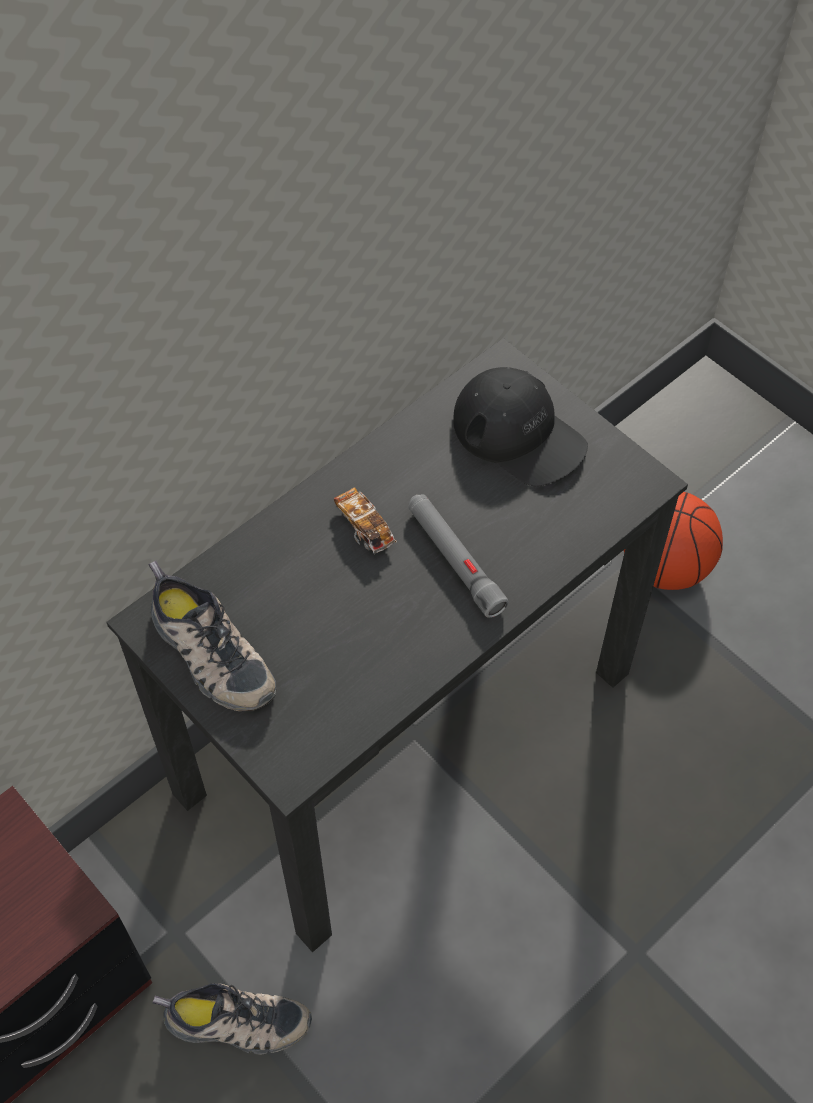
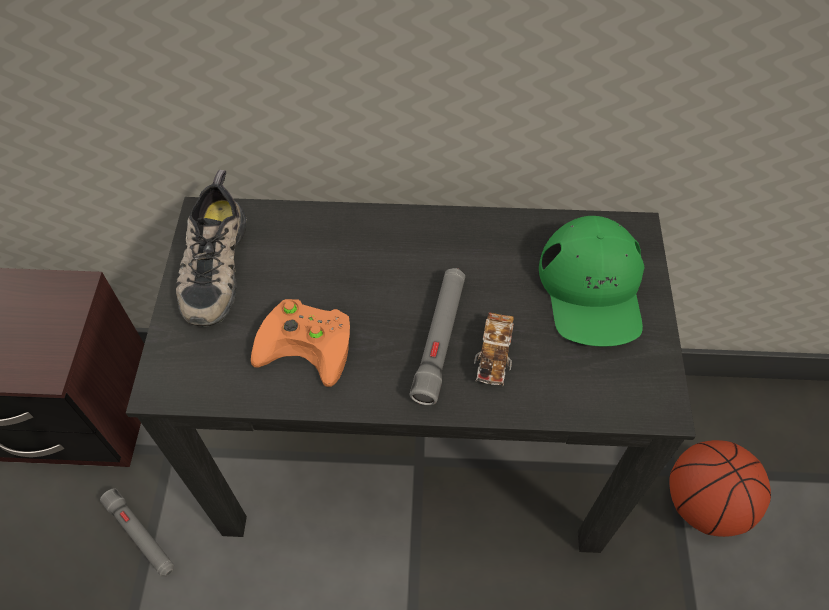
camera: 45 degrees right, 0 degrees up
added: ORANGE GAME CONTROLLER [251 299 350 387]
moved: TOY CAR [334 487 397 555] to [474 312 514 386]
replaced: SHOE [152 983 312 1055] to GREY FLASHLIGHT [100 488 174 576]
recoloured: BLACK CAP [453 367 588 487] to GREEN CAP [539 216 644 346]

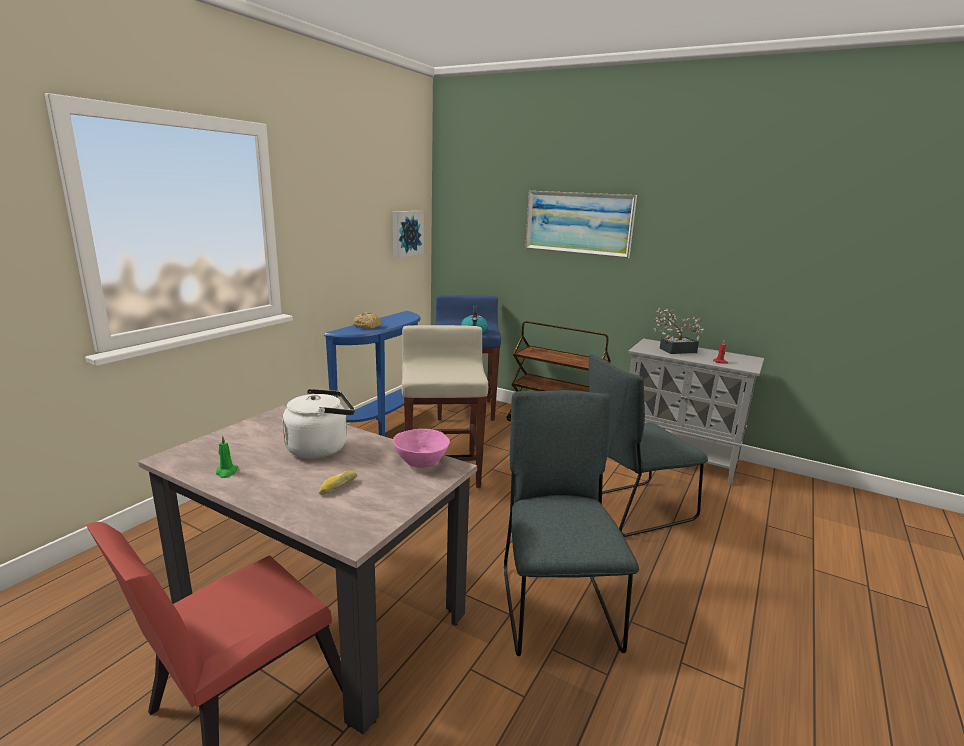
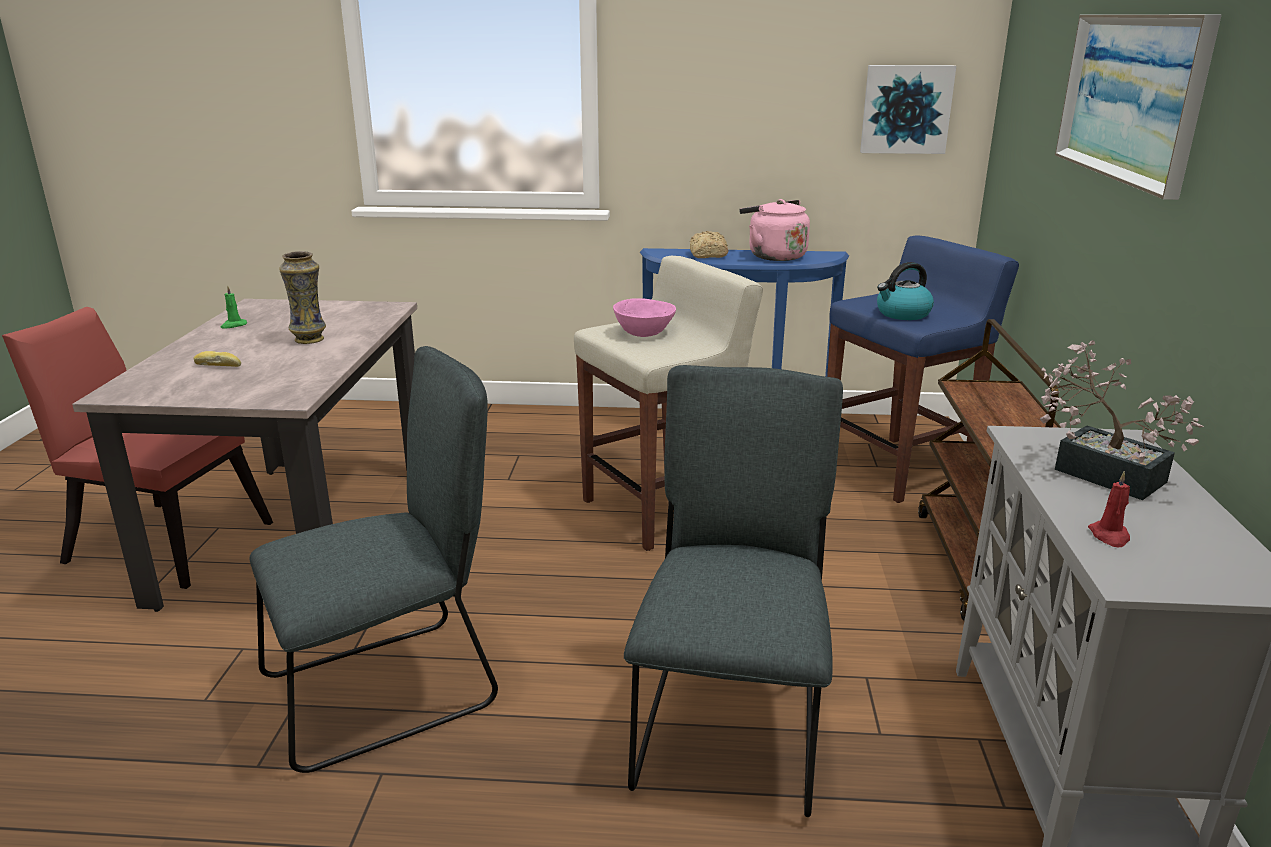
camera: 65 degrees right, 5 degrees up
added: PINK KETTLE [739 199 810 261]
moved: PINK BOWL [393 429 450 468] to [613 298 676 337]
replaced: WHITE KETTLE [283 389 355 459] to VASE [279 251 326 344]
turned: GREY CHAIR [589 354 708 537] = [624 365 843 817] 60 degrees clockwise

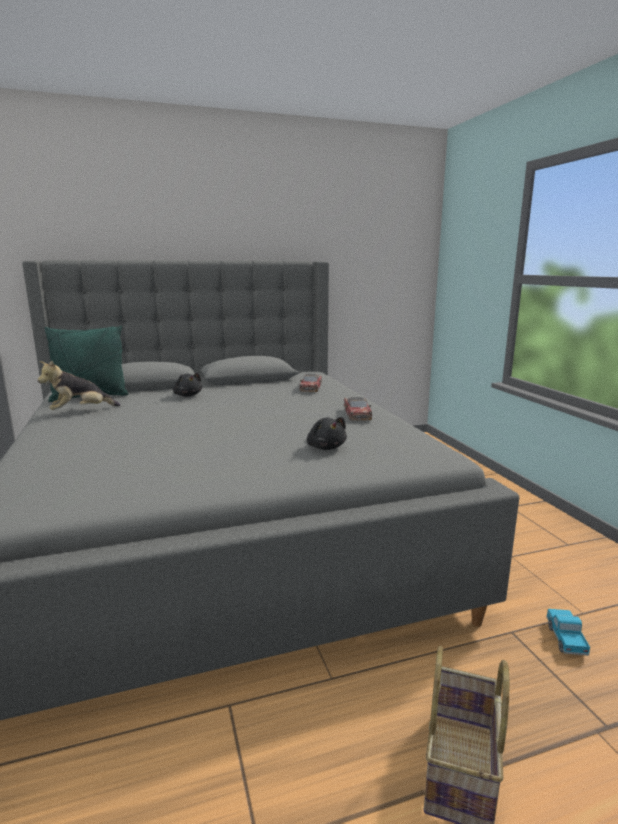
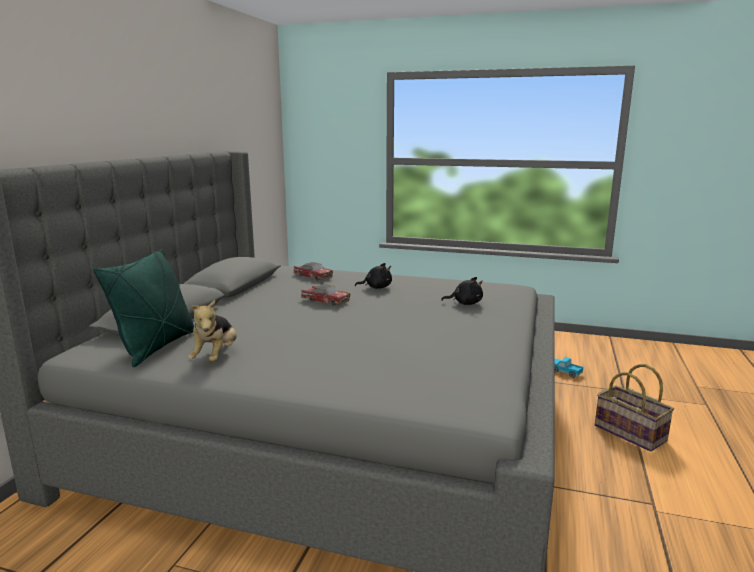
camera: 55 degrees left, 0 degrees up
moved: BLACK PLUSH TOY [173 373 202 397] to [355 263 392 289]; TOY CAR [344 397 372 421] to [301 284 351 306]

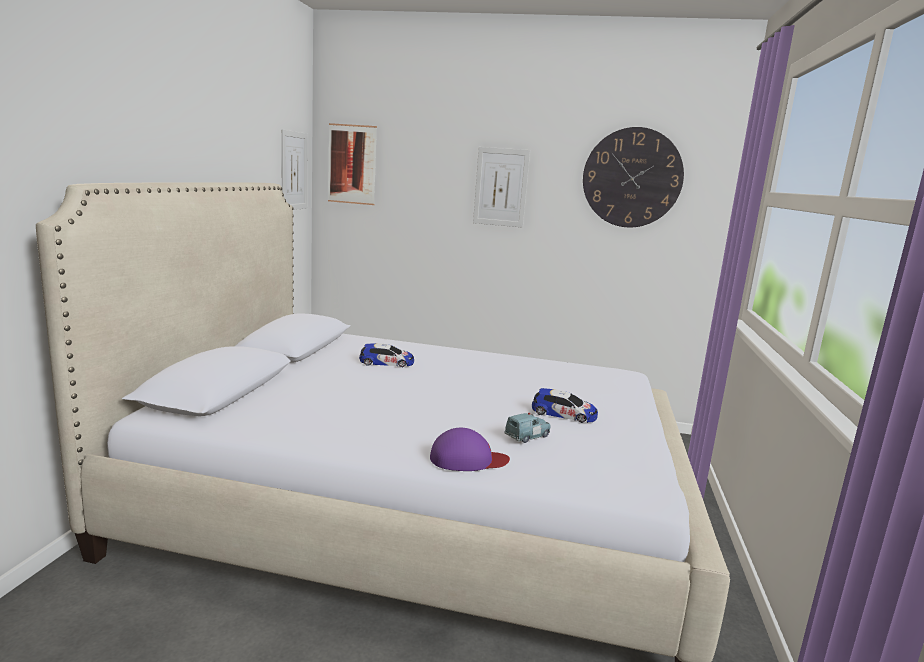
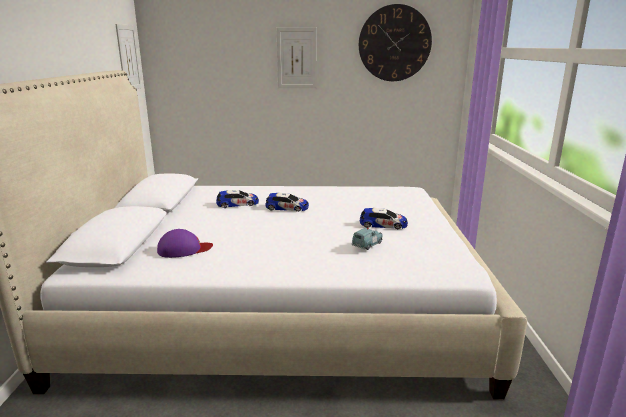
camera: 10 degrees left, 5 degrees up
removed: PICTURE [328 123 377 205]
added: TOY CAR [265 193 309 212]
moved: PURPLE CAP [430 428 510 471] to [157 229 213 258]

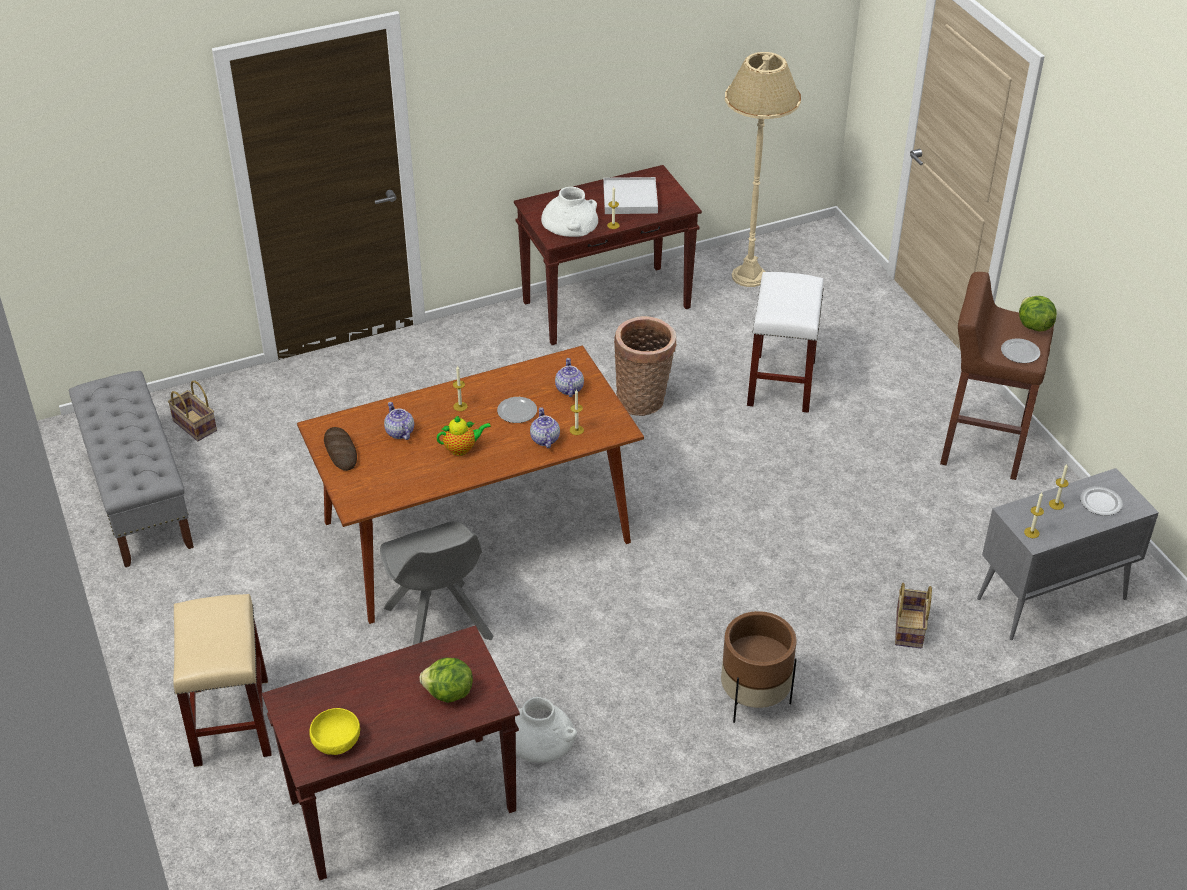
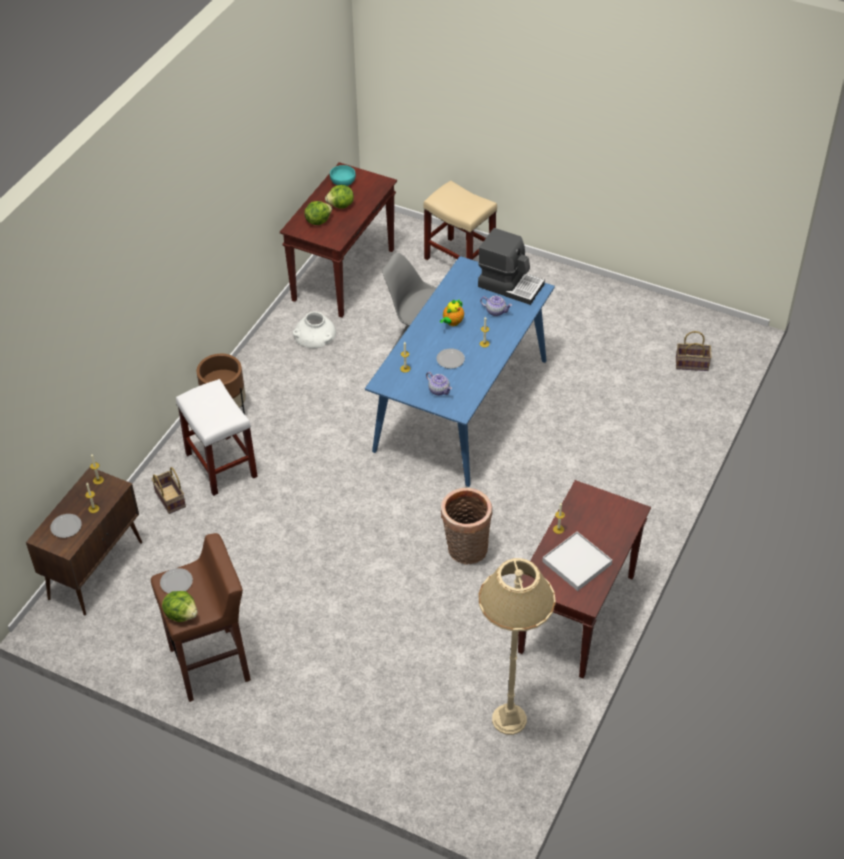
camera: 140 degrees right, 5 degrees up
removed: WHITE VASE [541 187 598 237]; GREY BENCH [69 371 194 567]; TEAPOT [530 407 560 448]
added: LETTUCE [325 185 354 209]
moved: WHITE STOOL [747 272 824 413] to [176 379 258 496]
replaced: BREAD [324 427 357 471] to COFFEE MACHINE [478 228 545 305]
recoloured: BROWN DINING TABLE [297 346 644 624] to BLUE DINING TABLE [365 256 555 487]; GREY CABINET [977 468 1159 640] to BROWN CABINET [26 467 142 616]; YELLOW BOWL [309 708 360 755] to TURQUOISE BOWL [330 165 356 186]

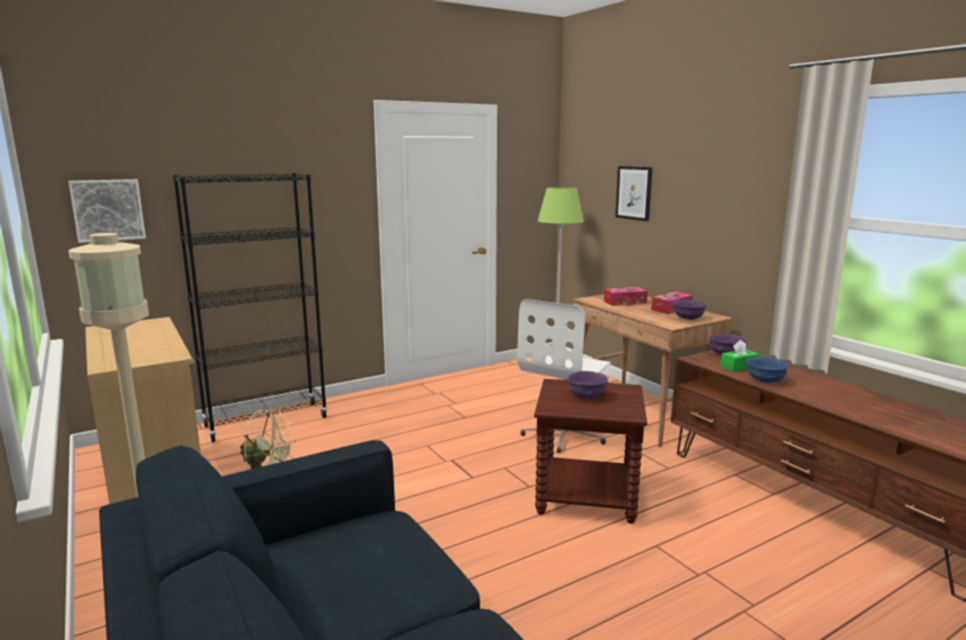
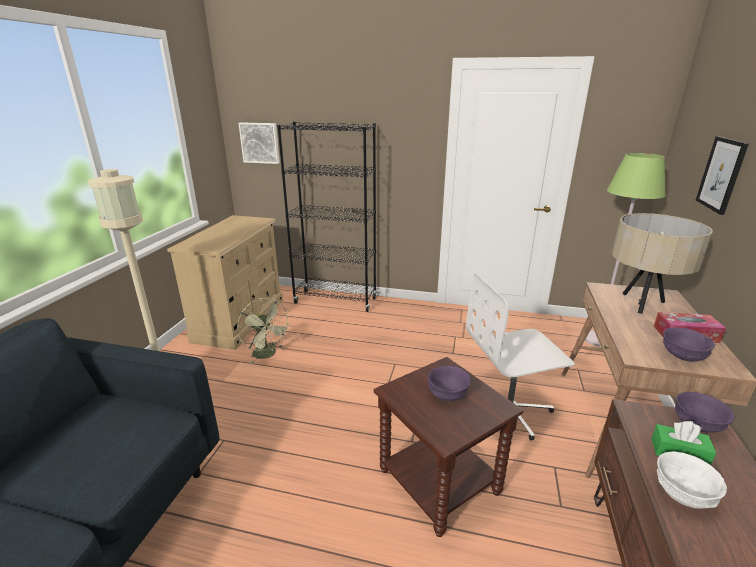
camera: 45 degrees right, 10 degrees up
replaced: TISSUE BOX [604 287 648 306] to BEIGE TABLE LAMP [612 213 713 314]
recoloured: BLUE BOWL [746 357 789 383] to WHITE BOWL [657 451 727 509]

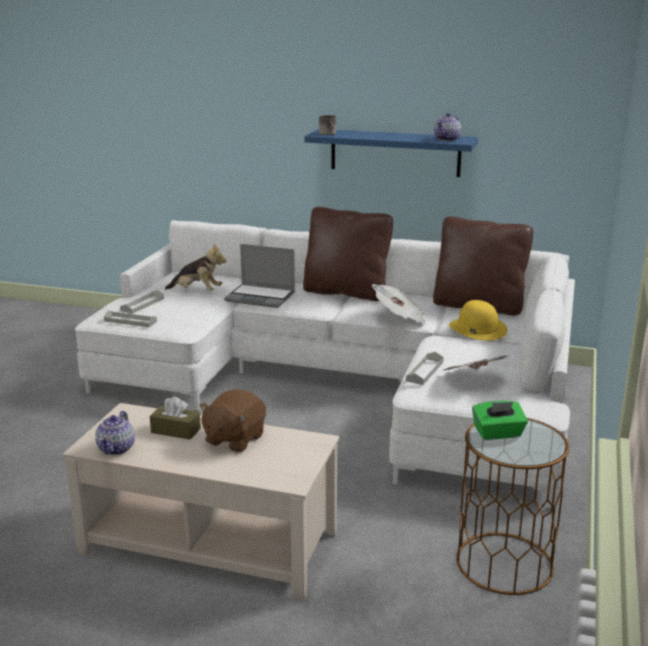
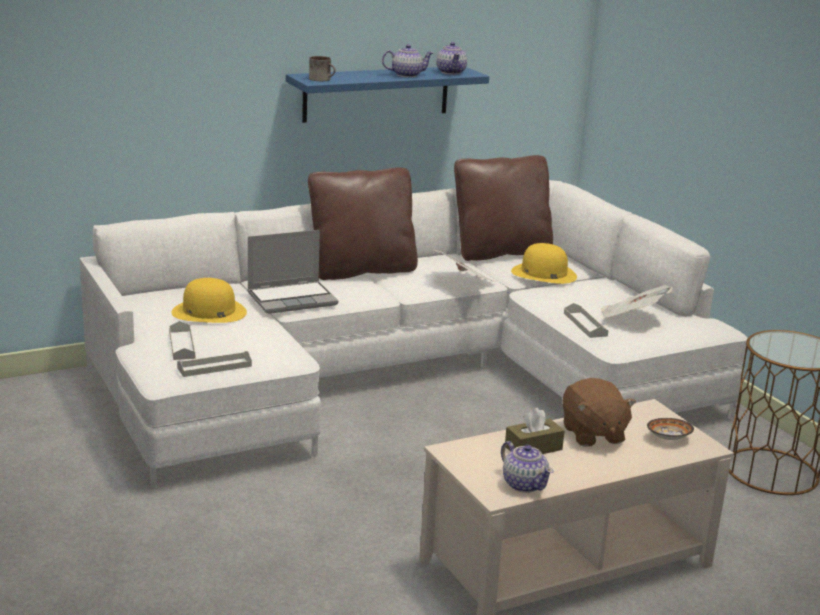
camera: 45 degrees left, 0 degrees up
removed: GREEN TISSUE BOX [472 401 528 440]
added: TEAPOT [382 44 433 77]; BOWL [647 418 694 440]
replaced: PLUSH TOY [165 243 227 290] to YELLOW HAT [171 278 247 323]

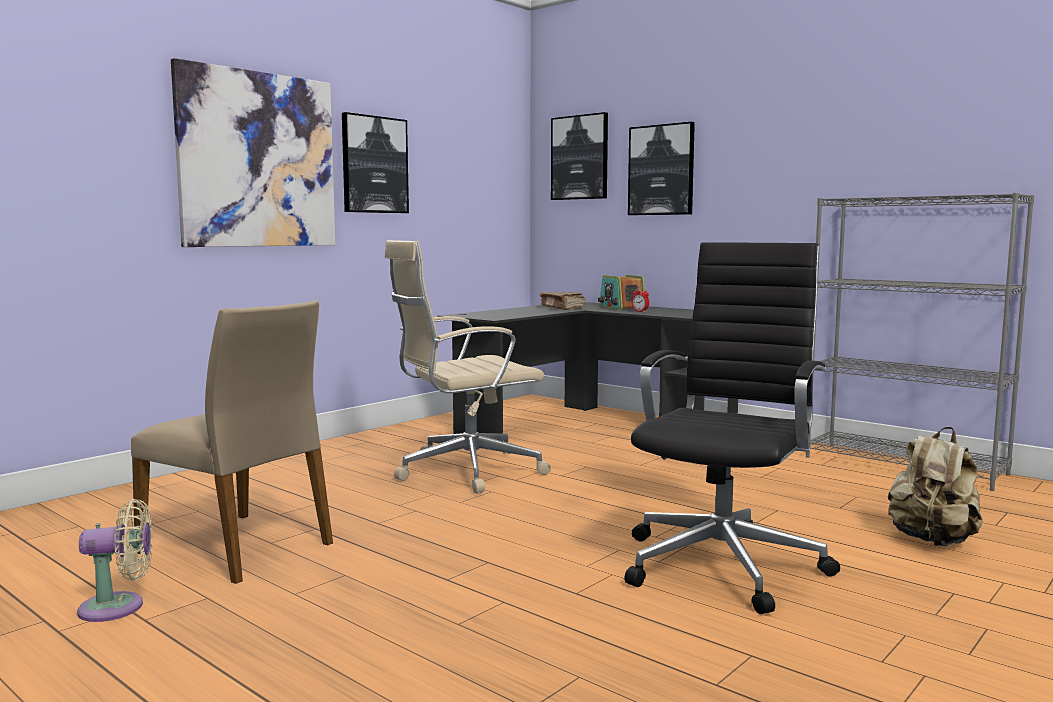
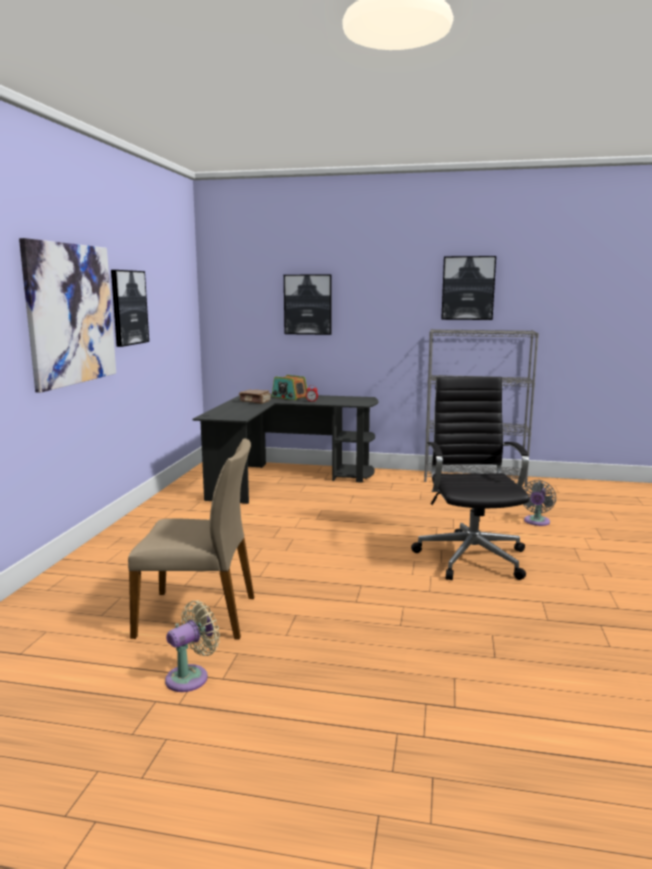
camera: 30 degrees left, 5 degrees up
removed: BEIGE OFFICE CHAIR [385 240 551 493]
moved: PICTURE [551 112 608 200] to [441 256 496 320]
replaced: BEIGE BACKPACK [888 427 983 546] to GREY FAN [523 480 556 526]

